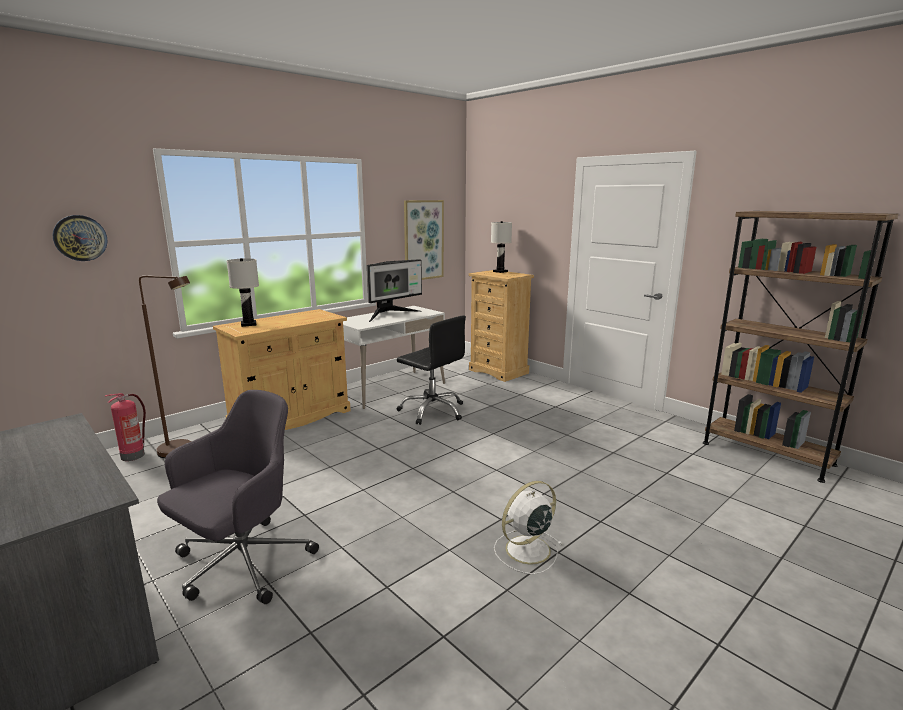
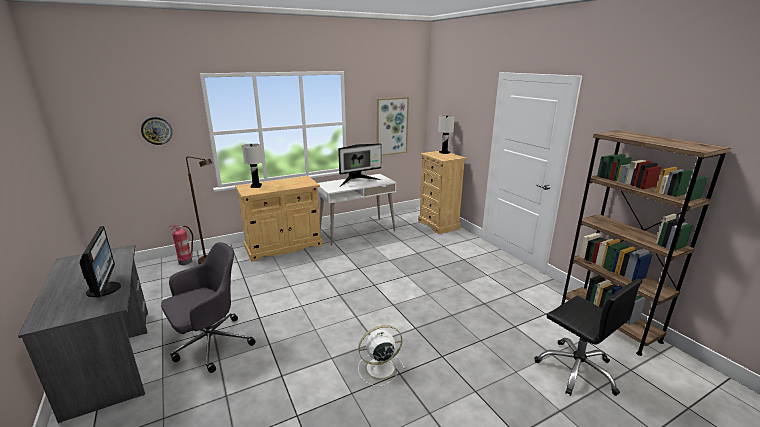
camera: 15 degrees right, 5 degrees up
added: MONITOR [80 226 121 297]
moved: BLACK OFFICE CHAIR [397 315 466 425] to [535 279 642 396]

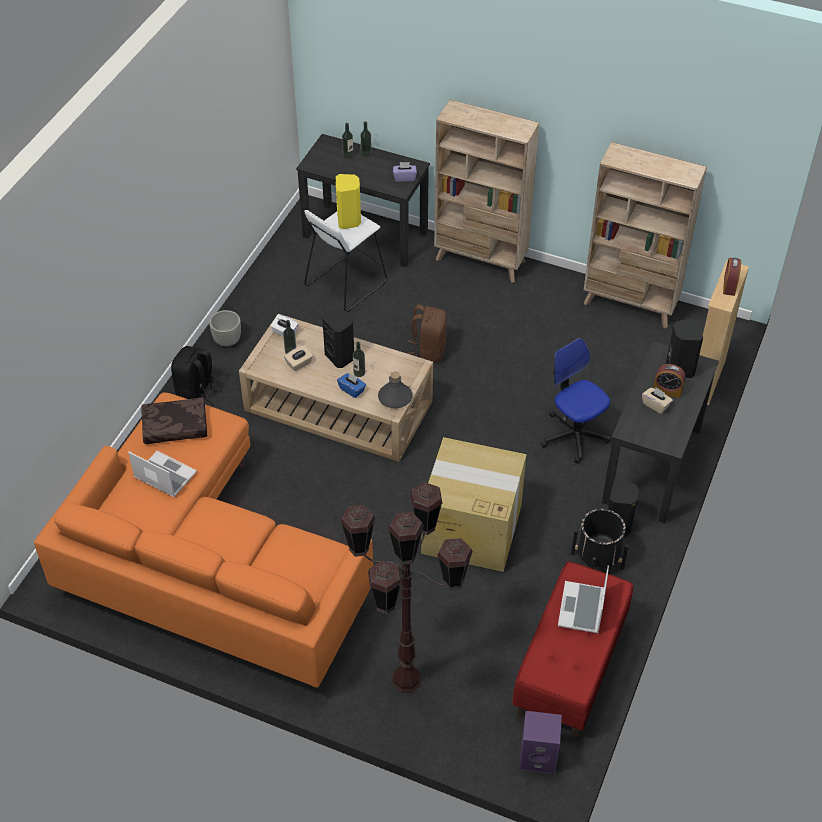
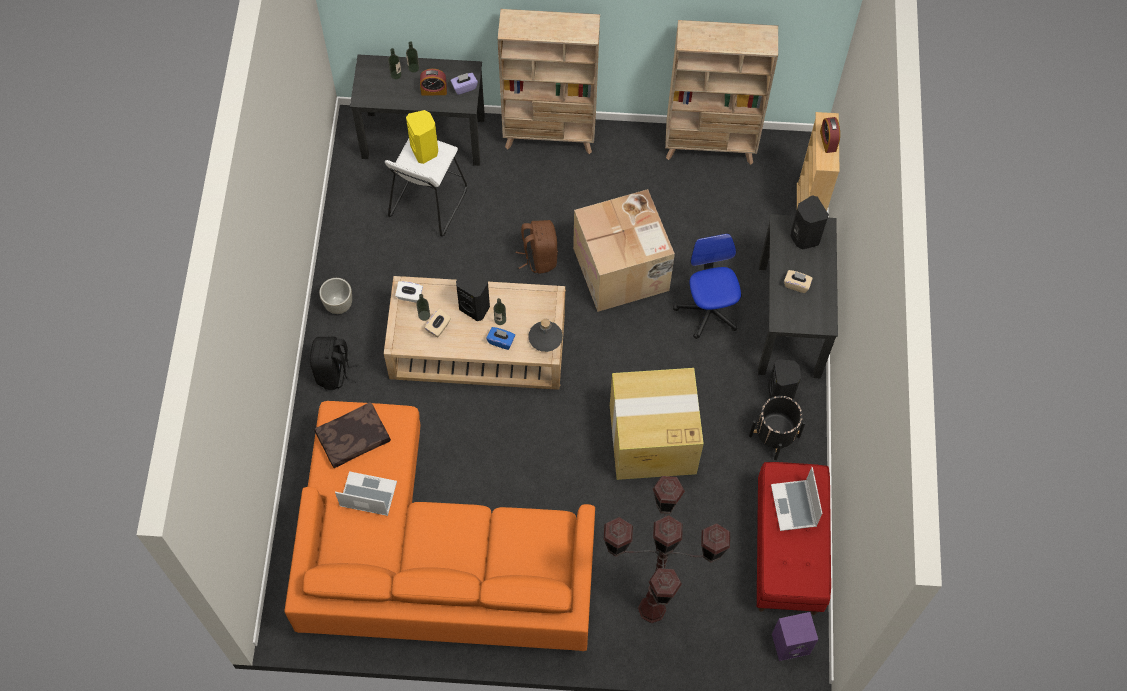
camera: 20 degrees left, 15 degrees up
added: CARDBOARD BOX [573 189 675 312]
moved: ALARM CLOCK [653 364 685 398] to [420 69 447 96]
turned: OFFICE CHAIR [541 338 611 464] = [673 233 742 339] 45 degrees clockwise

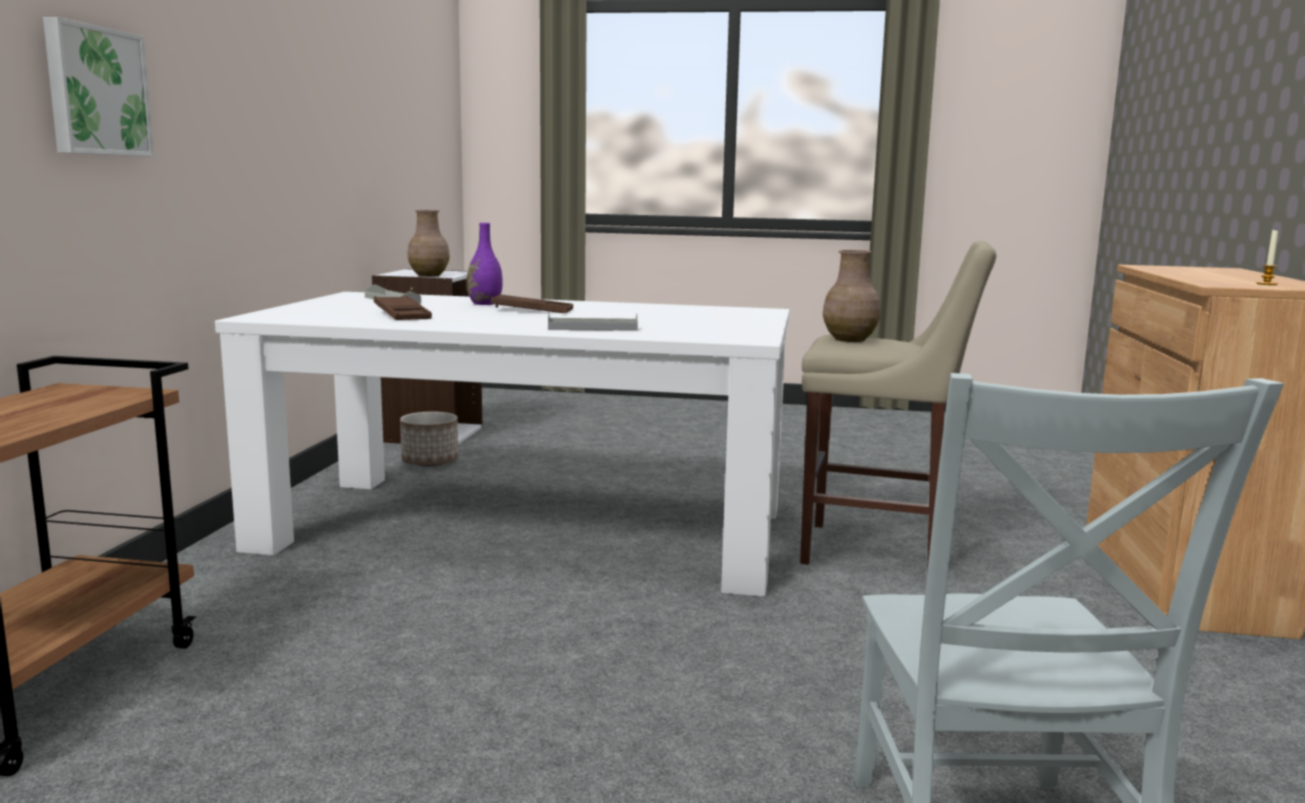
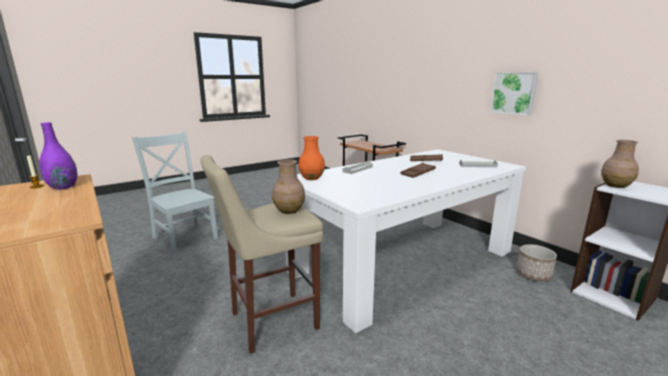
camera: 135 degrees right, 5 degrees up
added: ORANGE VASE [298 136 325 180]
moved: PICTURE [43 17 154 157] to [490 72 539 116]; PURPLE VASE [466 223 503 305] to [39 122 78 190]

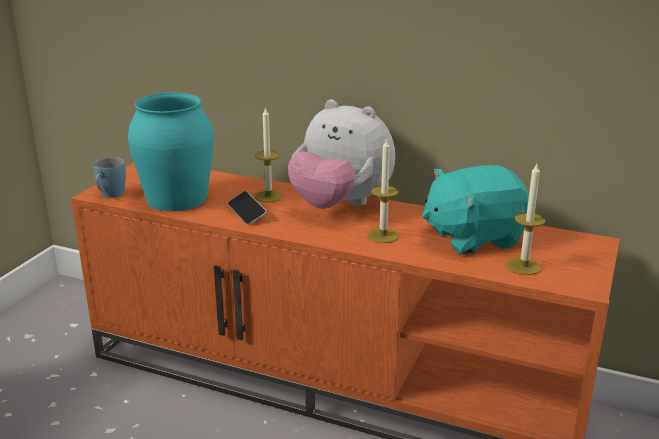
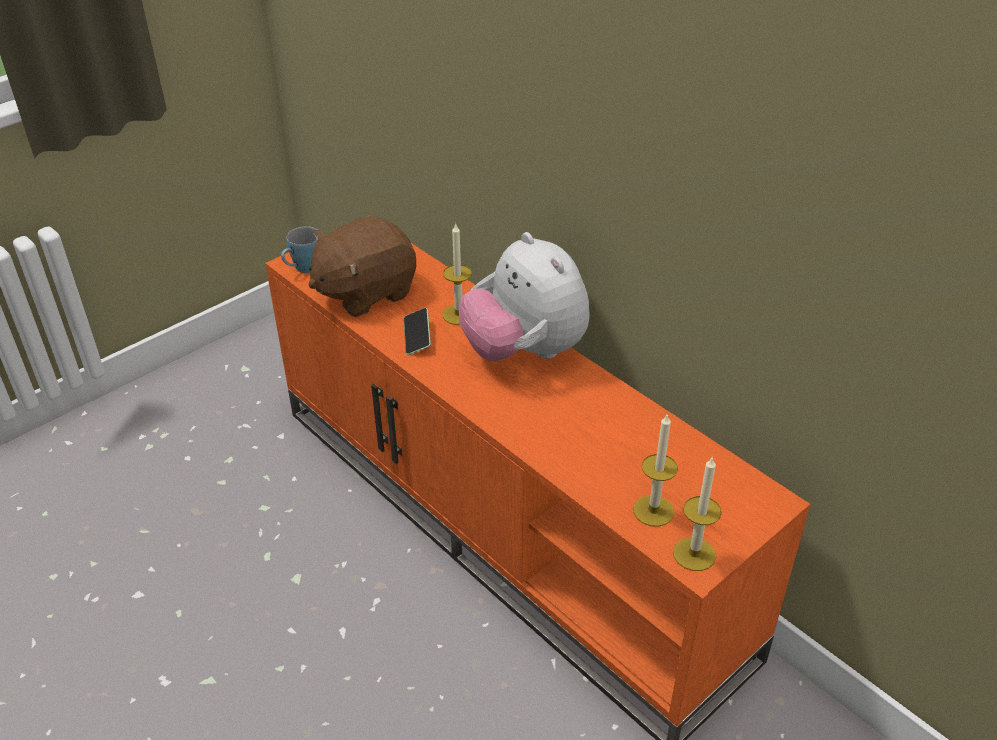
camera: 25 degrees right, 15 degrees up
removed: TURQUOISE PLUSH TOY [422 165 529 255]
moved: CANDLE [367 138 399 243] to [673 456 722 571]
replaced: TURQUOISE VASE [128 93 214 211] to BROWN PLUSH TOY [309 216 416 317]

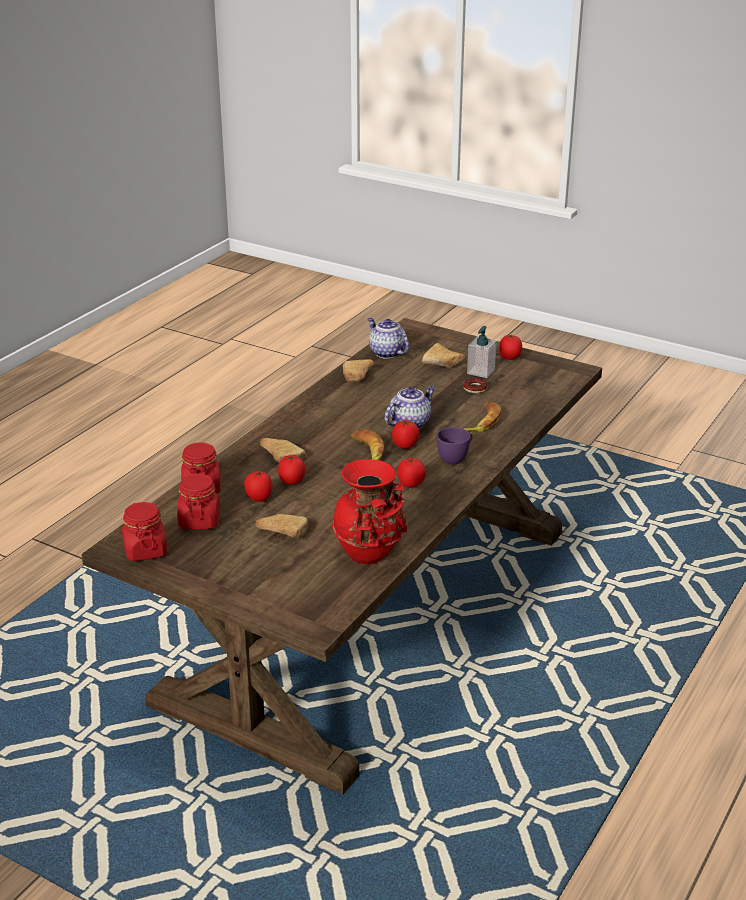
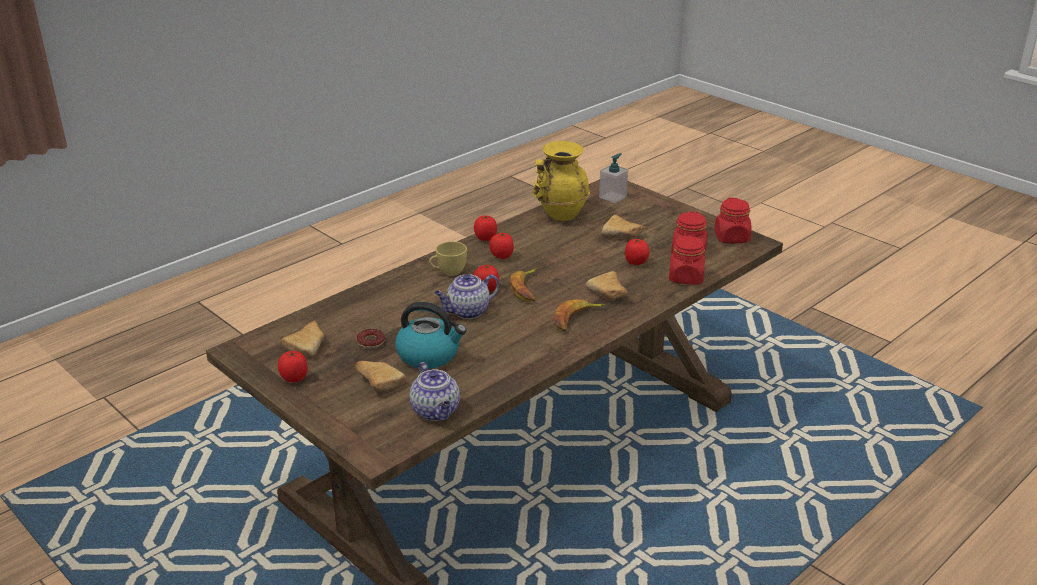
camera: 165 degrees left, 0 degrees up
added: KETTLE [395 302 467 369]
moved: SOAP DISPENSER [467 326 497 378] to [599 153 628 203]; BREAD [343 359 374 382] to [281 321 325 359]; BANANA [464 401 501 432] to [554 299 606 331]; TOMATO [278 455 306 485] to [474 215 497 241]
recoloured: PURPLE CUP [437 427 473 465] to YELLOW CUP [429 241 467 276]; RED VASE [332 460 407 564] to YELLOW VASE [533 141 590 221]

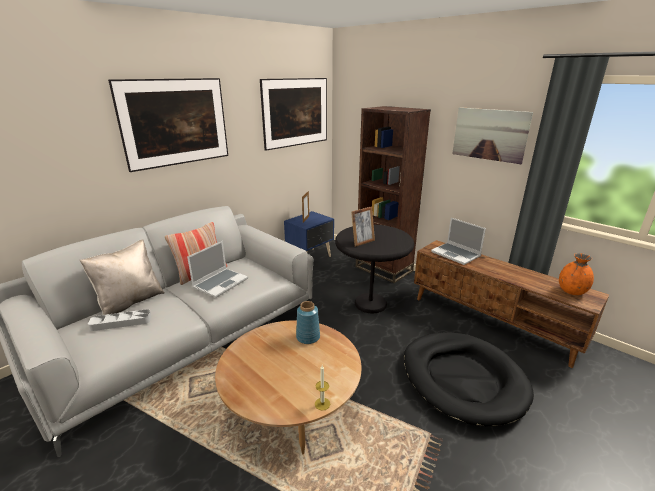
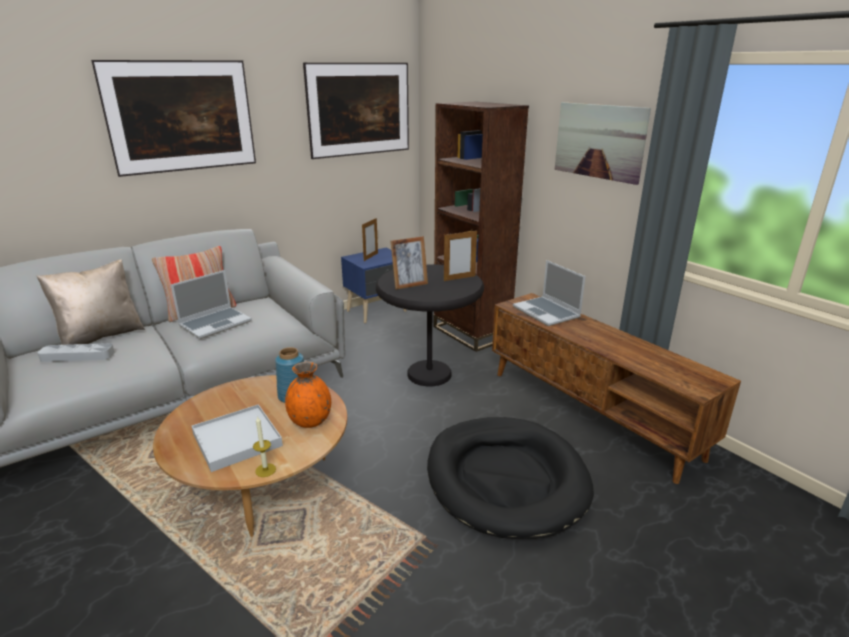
camera: 10 degrees right, 0 degrees up
added: PICTURE FRAME [444 231 477 281]; WHITE TRAY [192 404 283 472]
moved: ORANGE VASE [559 253 594 295] to [285 362 331 428]

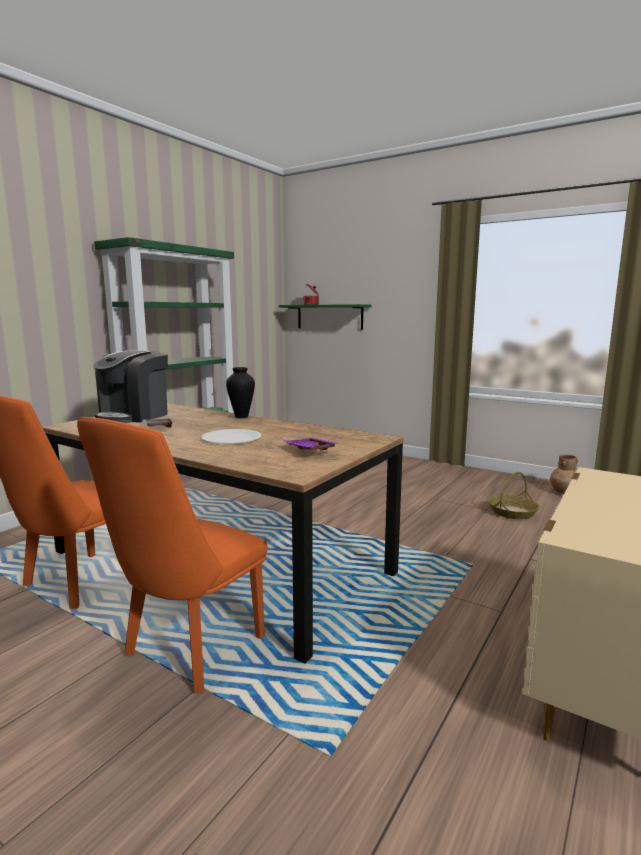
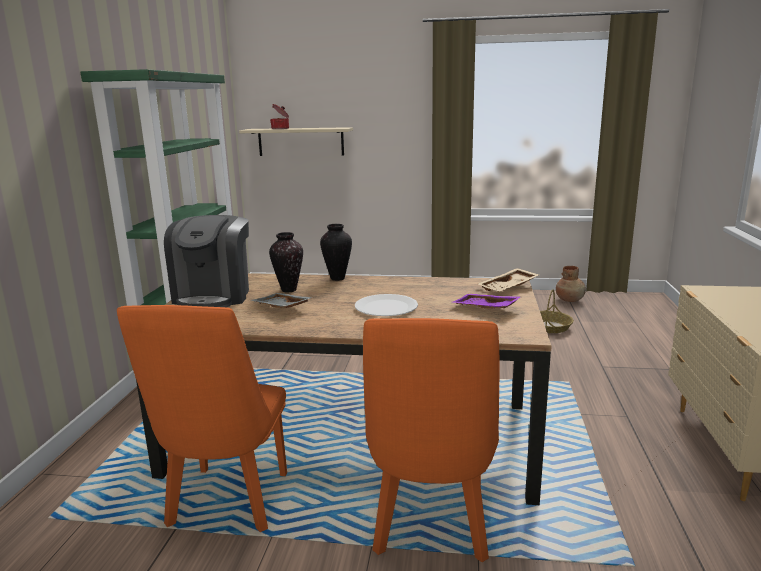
camera: 25 degrees left, 5 degrees up
added: VASE [269 232 303 292]; BEIGE TRAY [478 268 539 292]
recoloured: GREEN SHELF [279 304 372 330] to BEIGE SHELF [239 127 353 156]

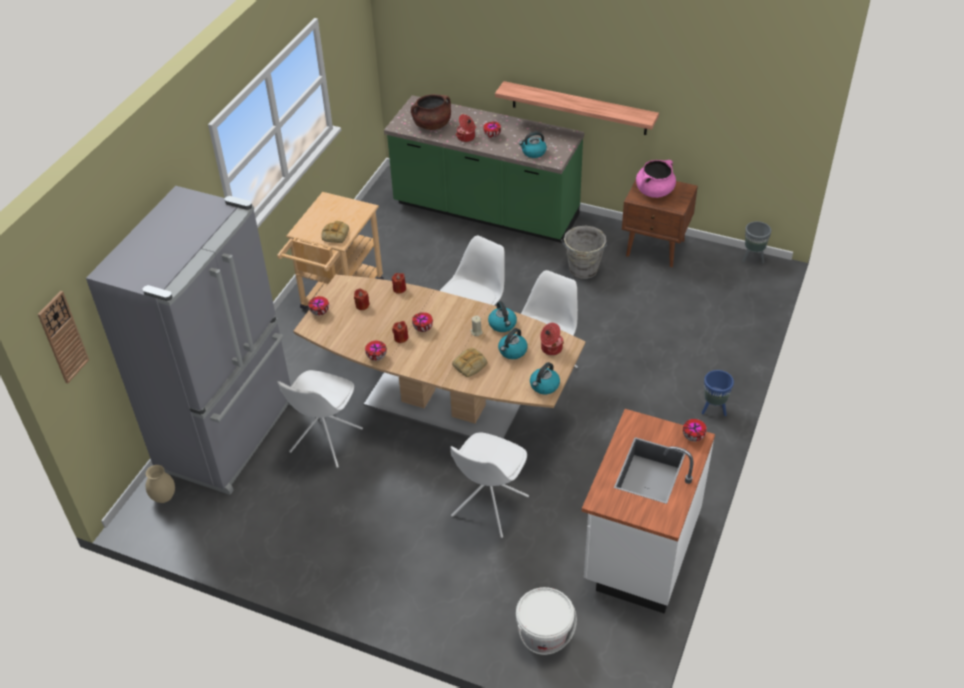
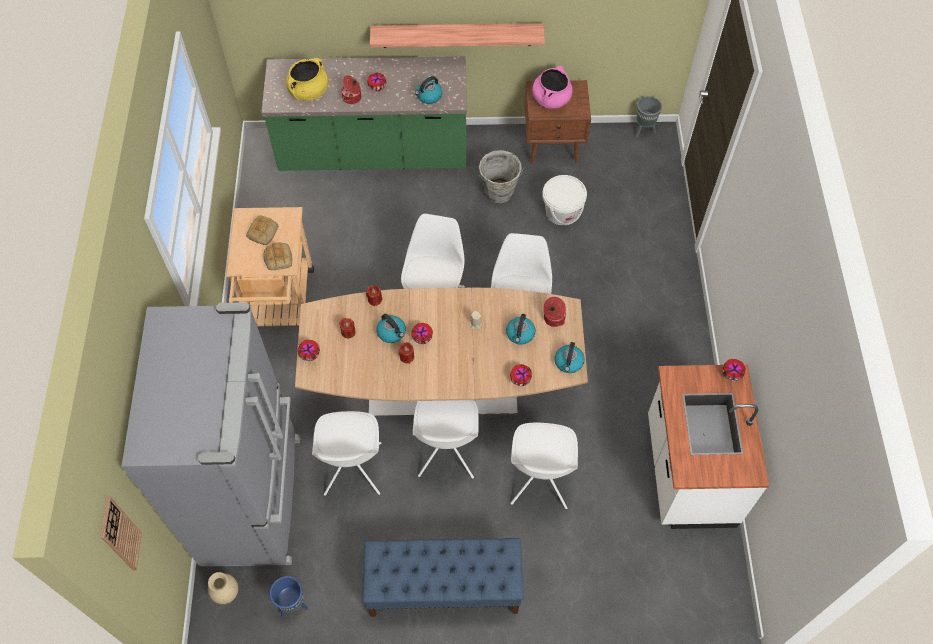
camera: 25 degrees left, 15 degrees up
added: WHITE CHAIR [413 400 479 479]; BLUE BENCH [362 538 524 617]
moved: KETTLE [488 301 517 332] to [376 314 406 343]; BOWL [365 340 387 361] to [510 364 532 386]; BREAD [452 348 487 377] to [246 215 278 245]; BLUE PLANTER [702 370 734 416] to [270 576 308 617]; WHITE BUCKET [516 587 577 655] to [542 175 587 225]
recoloured: BROWN COOKING POT [411 94 451 130] to YELLOW COOKING POT [286 58 328 101]

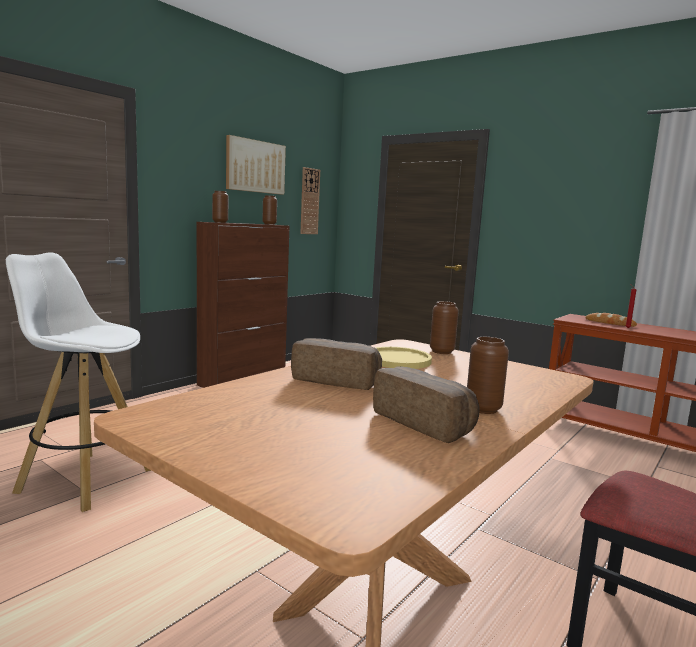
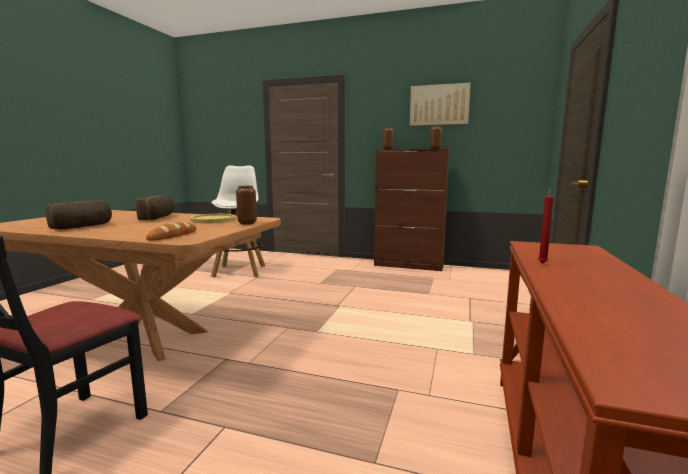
camera: 70 degrees right, 0 degrees up
removed: WALL CLOCK [300 167 320 234]; BROWN VASE [467 337 509 414]
moved: BREAD [585 313 637 327] to [146 222 197 241]

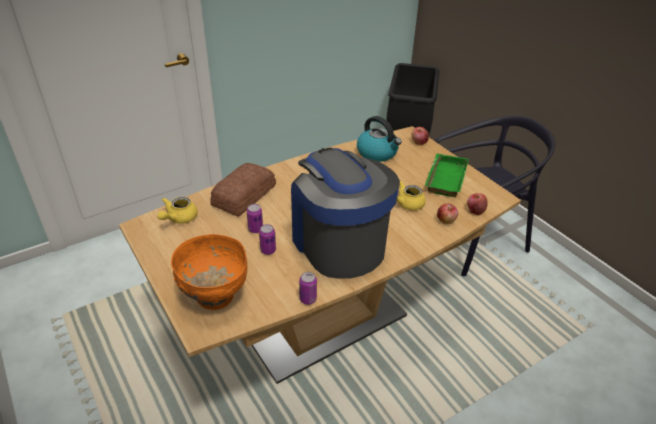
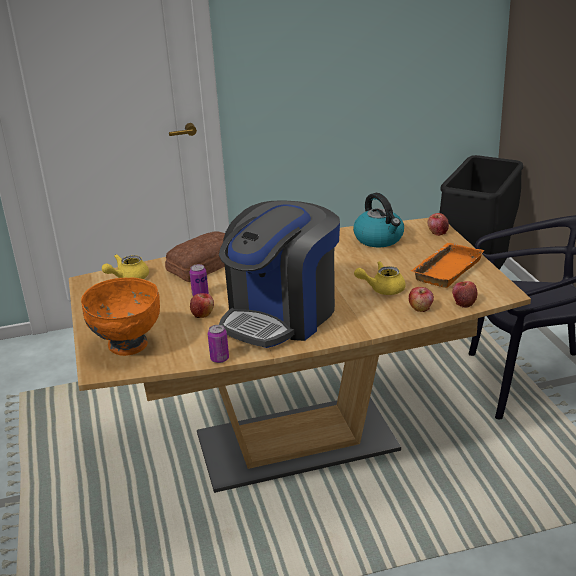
camera: 20 degrees right, 10 degrees down
replaced: CAN [259 224 276 255] to APPLE [190 293 214 318]
recoloured: GREEN TRAY [425 154 469 197] to ORANGE TRAY [411 243 485 288]
turned: COFFEE MACHINE [291 148 400 279] = [219 201 340 348] 135 degrees counterclockwise

